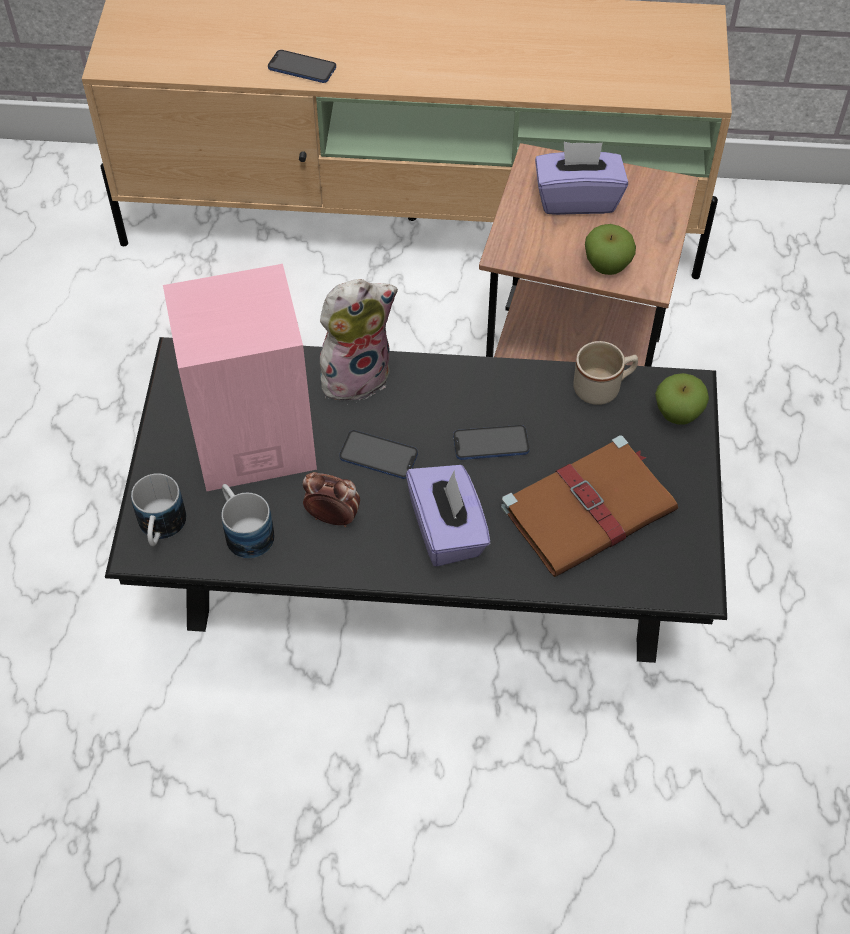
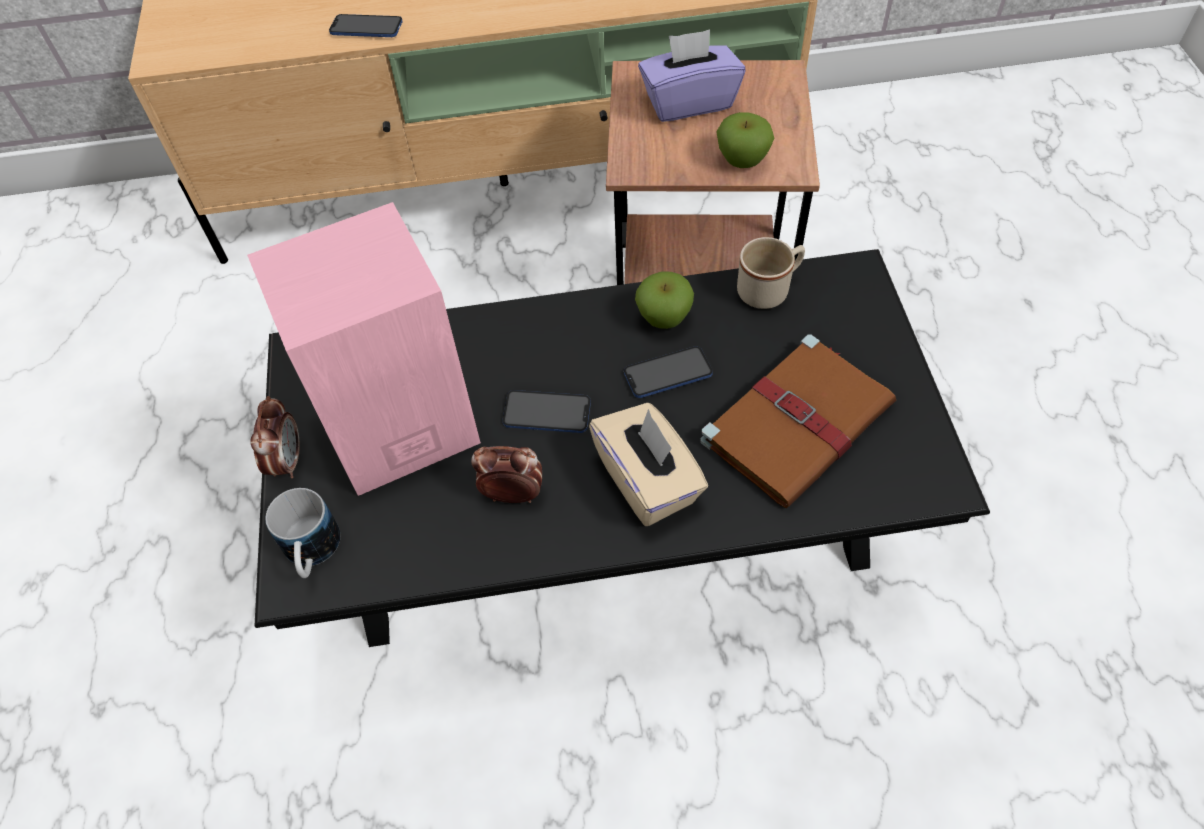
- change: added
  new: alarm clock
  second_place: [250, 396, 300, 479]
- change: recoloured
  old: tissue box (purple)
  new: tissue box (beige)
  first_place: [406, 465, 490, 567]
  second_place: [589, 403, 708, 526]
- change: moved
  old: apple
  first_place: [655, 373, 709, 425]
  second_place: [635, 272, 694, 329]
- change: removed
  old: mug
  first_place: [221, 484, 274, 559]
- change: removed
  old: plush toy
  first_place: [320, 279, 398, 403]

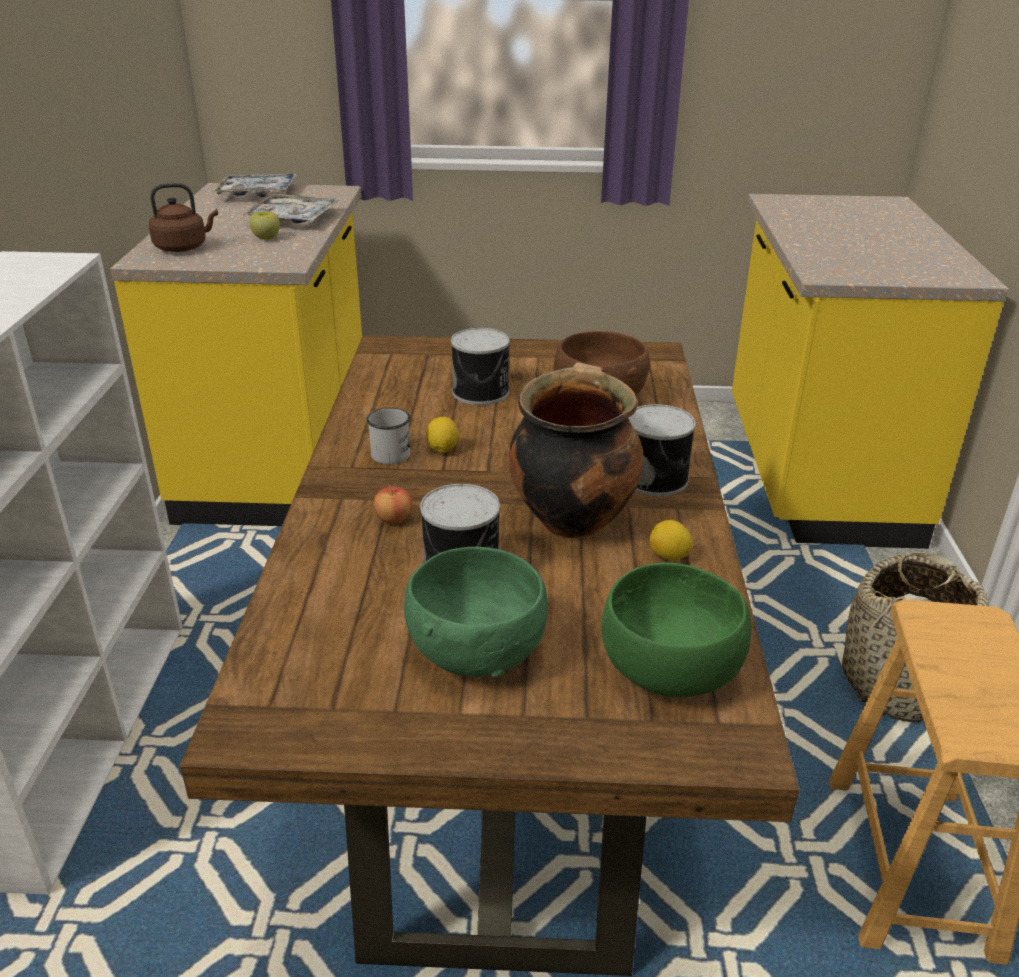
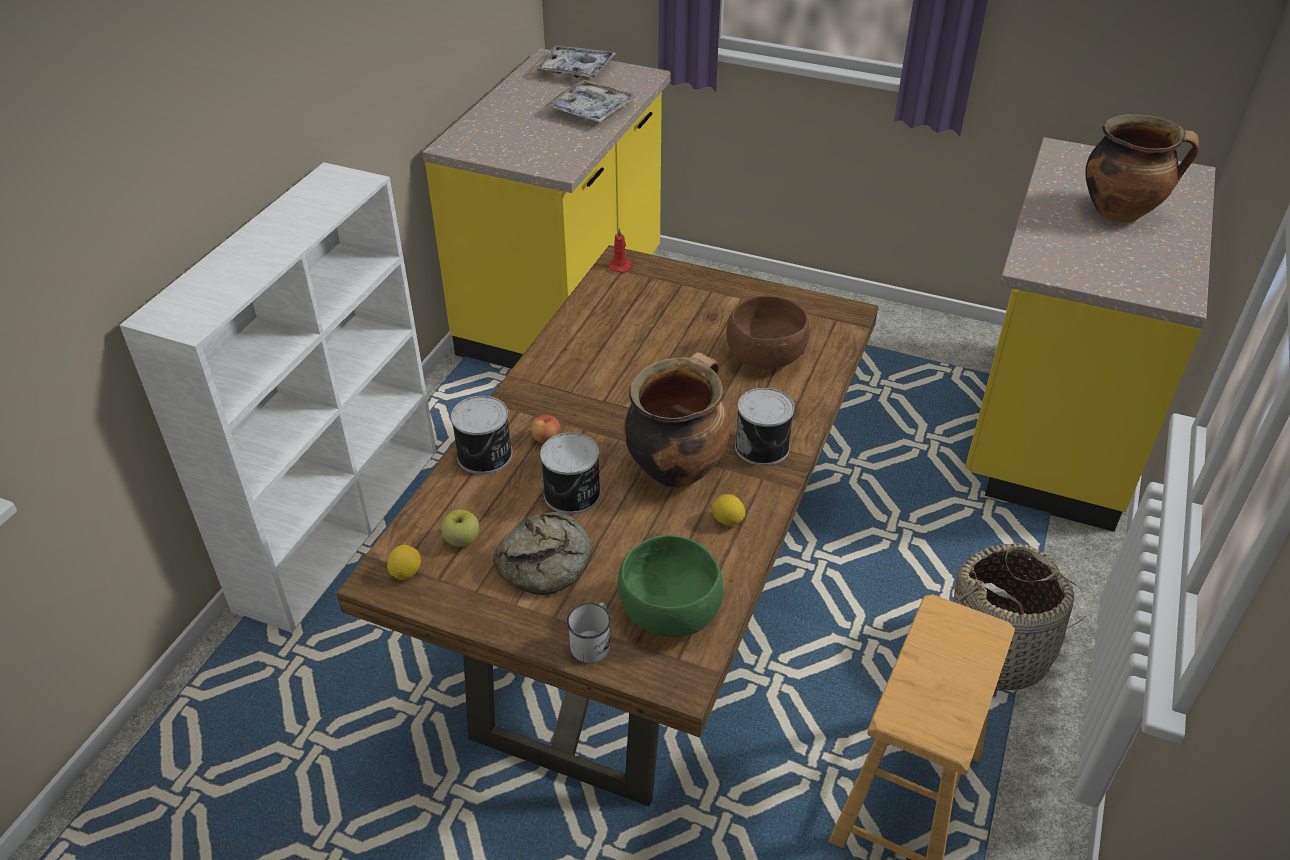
- change: moved
  old: lemon
  first_place: [426, 417, 459, 453]
  second_place: [387, 545, 421, 580]
- change: moved
  old: apple
  first_place: [250, 211, 280, 240]
  second_place: [441, 509, 479, 547]
- change: moved
  old: can
  first_place: [451, 328, 510, 405]
  second_place: [451, 396, 512, 474]
- change: replaced
  old: bowl (green)
  new: bread
  first_place: [404, 547, 548, 678]
  second_place: [493, 512, 592, 595]
- change: moved
  old: mug (white)
  first_place: [366, 408, 410, 464]
  second_place: [567, 602, 611, 663]
- change: added
  new: candle (red)
  second_place: [608, 228, 631, 273]
- change: added
  new: cooking pot
  second_place: [1085, 114, 1199, 223]
- change: removed
  old: kettle (brown)
  first_place: [149, 183, 218, 252]

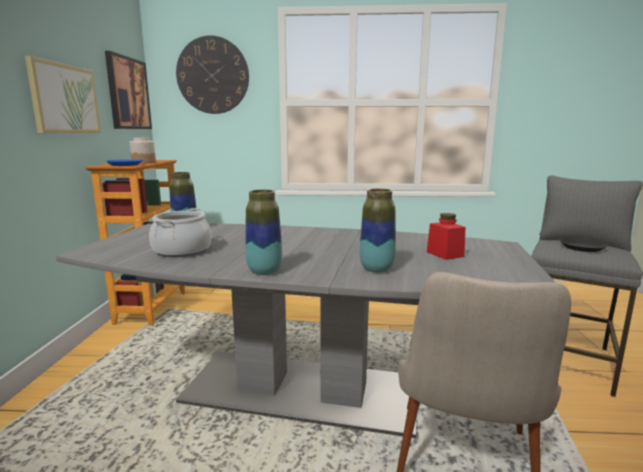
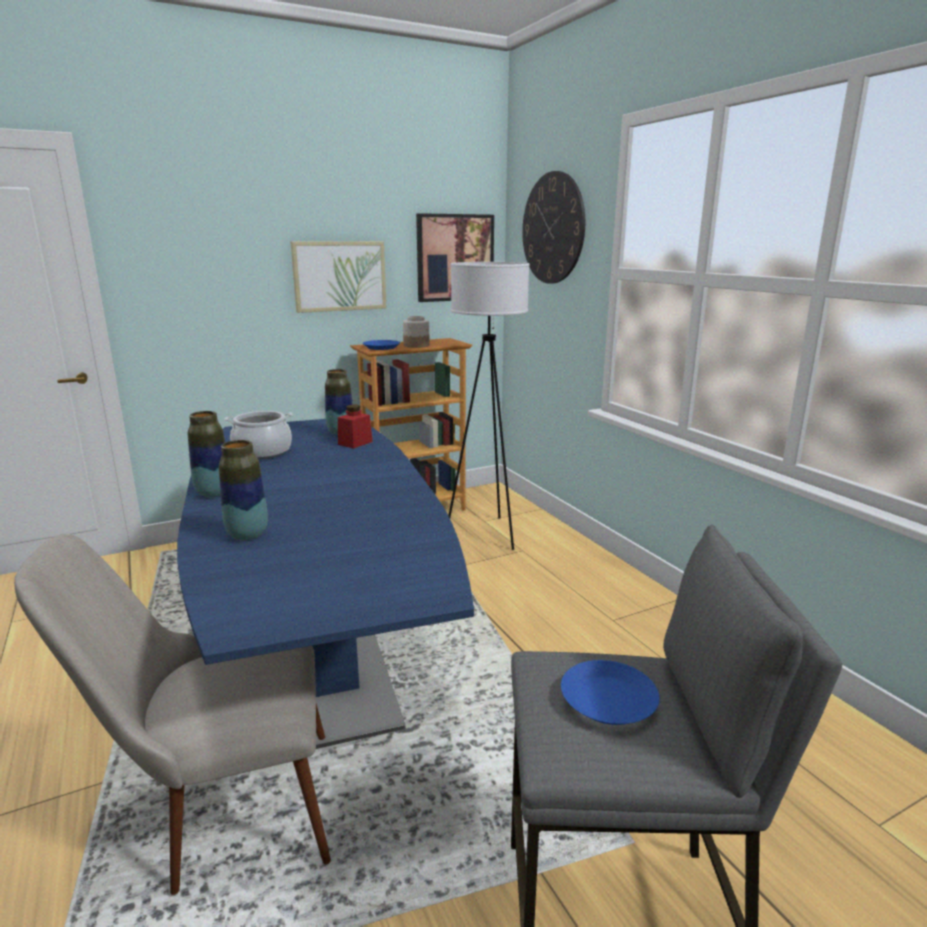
- change: recoloured
  old: dining table (grey)
  new: dining table (blue)
  first_place: [56, 224, 556, 438]
  second_place: [177, 419, 474, 749]
- change: moved
  old: jar (red)
  first_place: [427, 213, 465, 260]
  second_place: [338, 404, 373, 448]
- change: added
  new: floor lamp (white)
  second_place: [448, 262, 530, 550]
- change: recoloured
  old: plate (black)
  new: plate (blue)
  first_place: [559, 237, 608, 252]
  second_place: [561, 660, 659, 725]

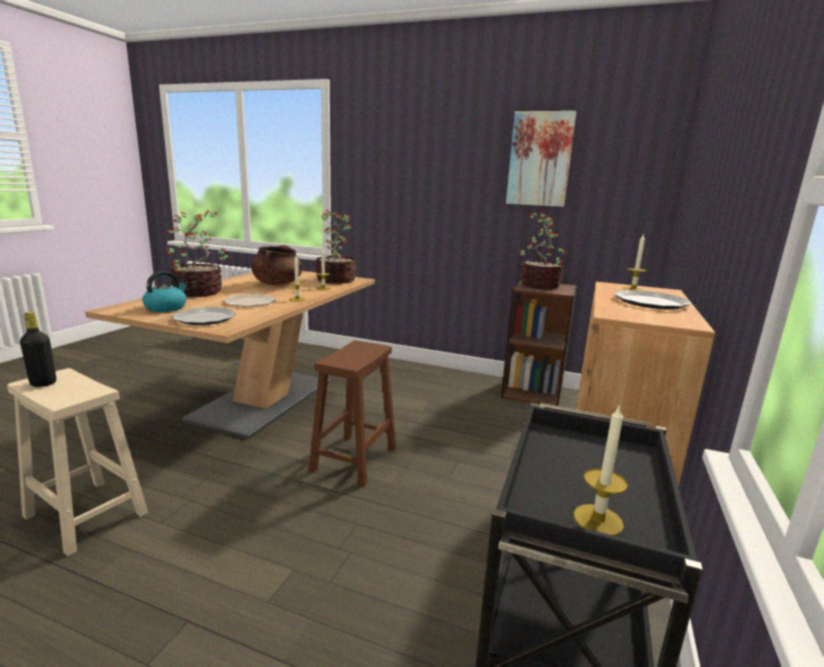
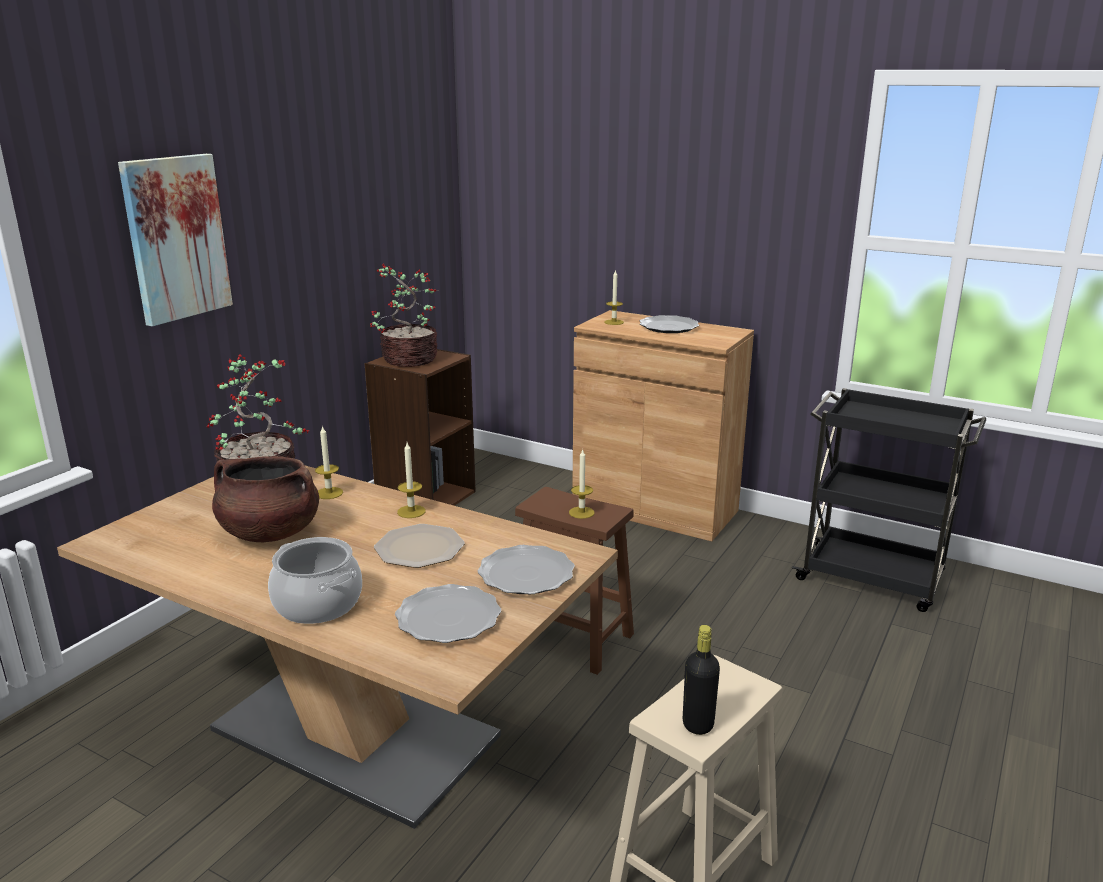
- change: moved
  old: picture
  first_place: [506, 111, 576, 207]
  second_place: [118, 154, 233, 326]
- change: replaced
  old: potted plant
  new: cooking pot
  first_place: [166, 210, 231, 297]
  second_place: [268, 537, 362, 624]
- change: replaced
  old: kettle
  new: plate
  first_place: [142, 271, 188, 312]
  second_place: [395, 584, 501, 643]
- change: moved
  old: candle
  first_place: [573, 404, 628, 536]
  second_place: [569, 450, 595, 519]

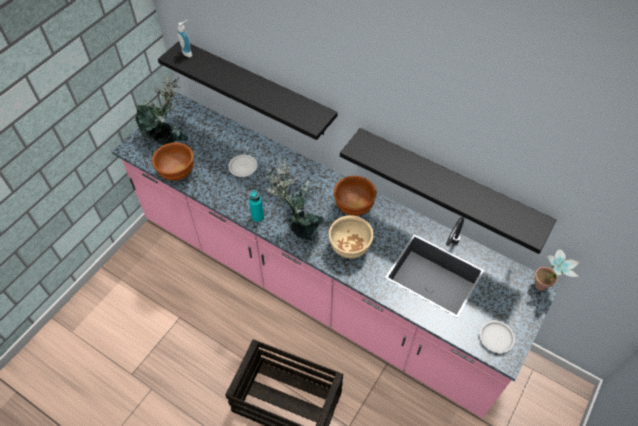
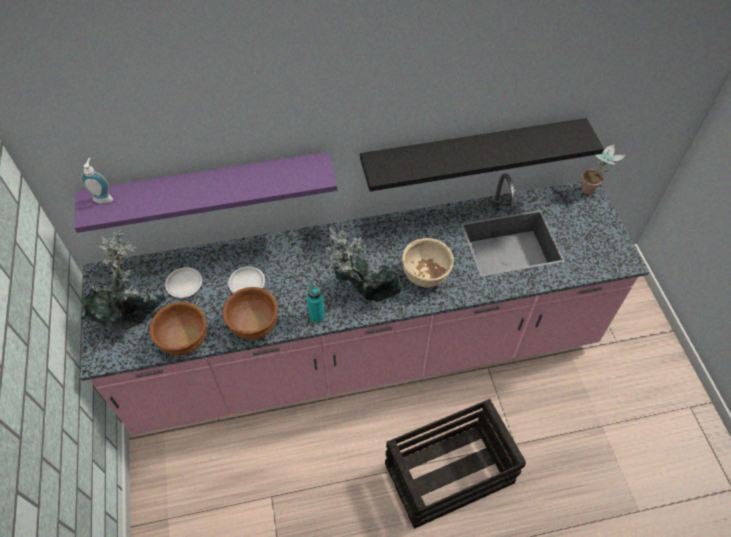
- change: recoloured
  old: shelf (black)
  new: shelf (purple)
  first_place: [158, 41, 338, 140]
  second_place: [74, 152, 337, 233]
- change: moved
  old: plate (white)
  first_place: [480, 321, 515, 353]
  second_place: [165, 267, 202, 298]
- change: moved
  old: bowl (brown)
  first_place: [334, 176, 377, 216]
  second_place: [223, 287, 278, 339]

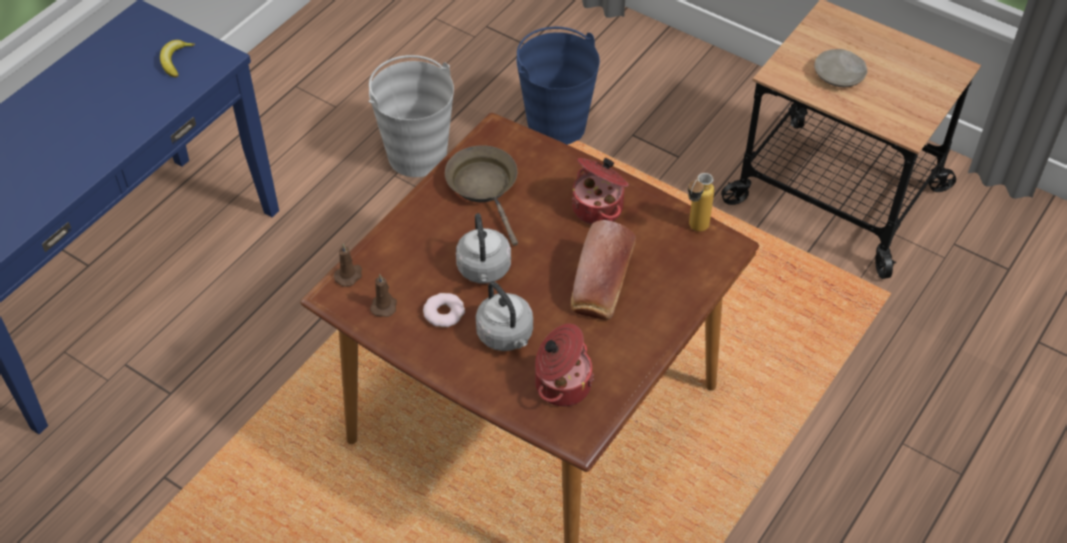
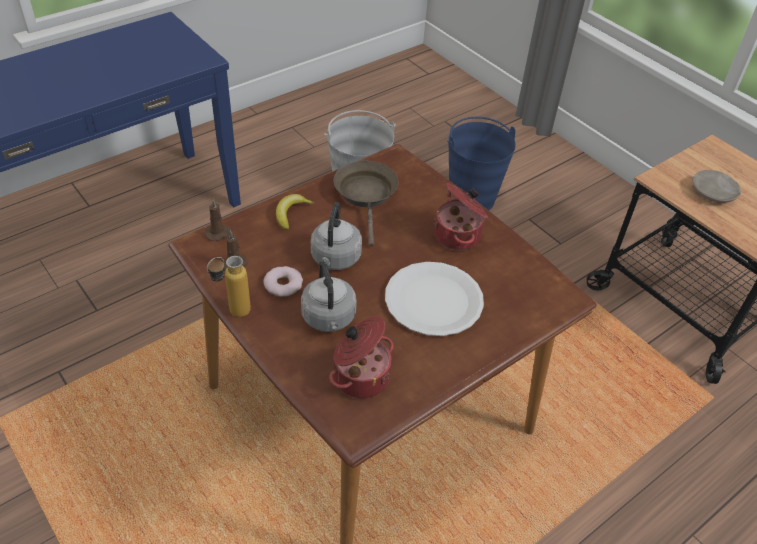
- change: moved
  old: bottle
  first_place: [688, 173, 714, 232]
  second_place: [207, 256, 251, 317]
- change: moved
  old: banana
  first_place: [160, 40, 195, 78]
  second_place: [276, 194, 314, 230]
- change: replaced
  old: bread
  new: plate (white)
  first_place: [571, 220, 636, 320]
  second_place: [385, 262, 484, 336]

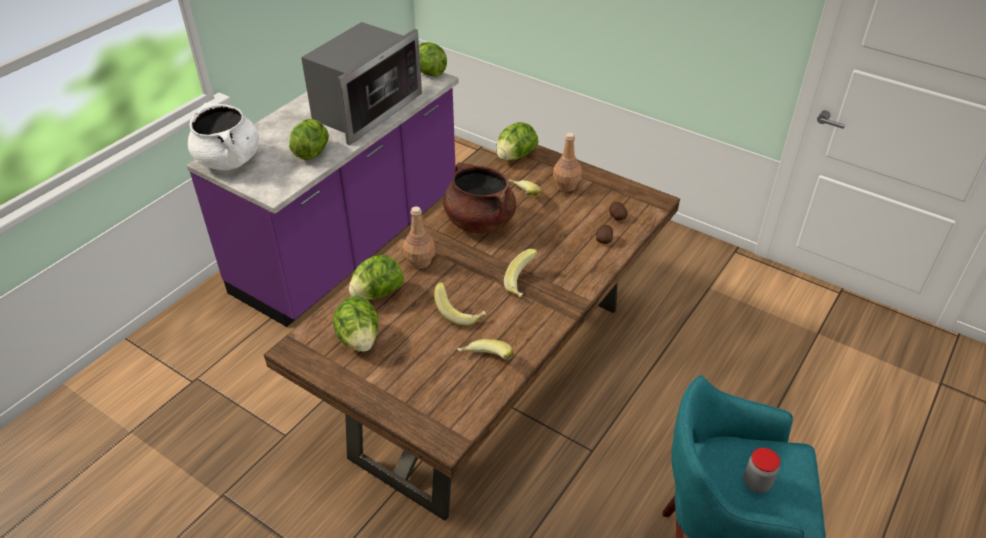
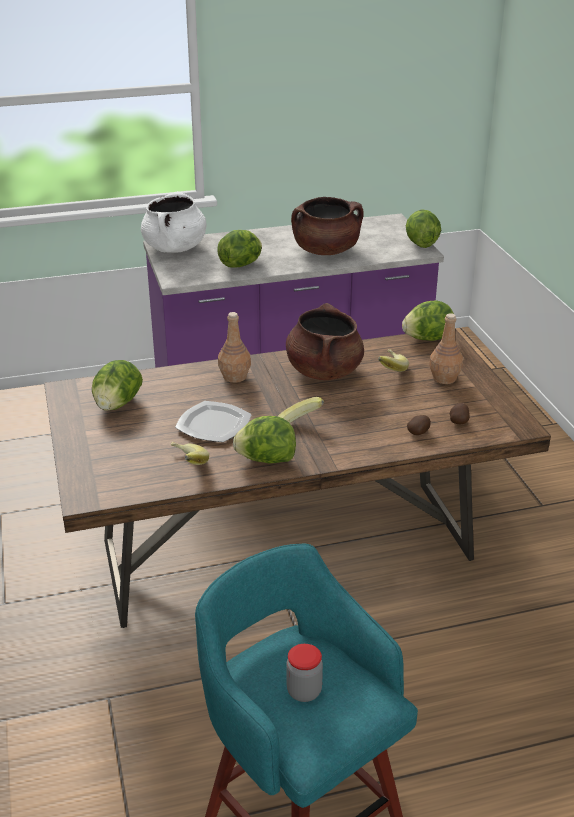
- change: replaced
  old: banana
  new: plate
  first_place: [434, 282, 486, 327]
  second_place: [175, 401, 252, 442]
- change: moved
  old: lettuce
  first_place: [349, 255, 404, 300]
  second_place: [233, 416, 296, 464]
- change: replaced
  old: microwave
  new: cooking pot (brown)
  first_place: [301, 22, 422, 145]
  second_place: [291, 197, 364, 255]

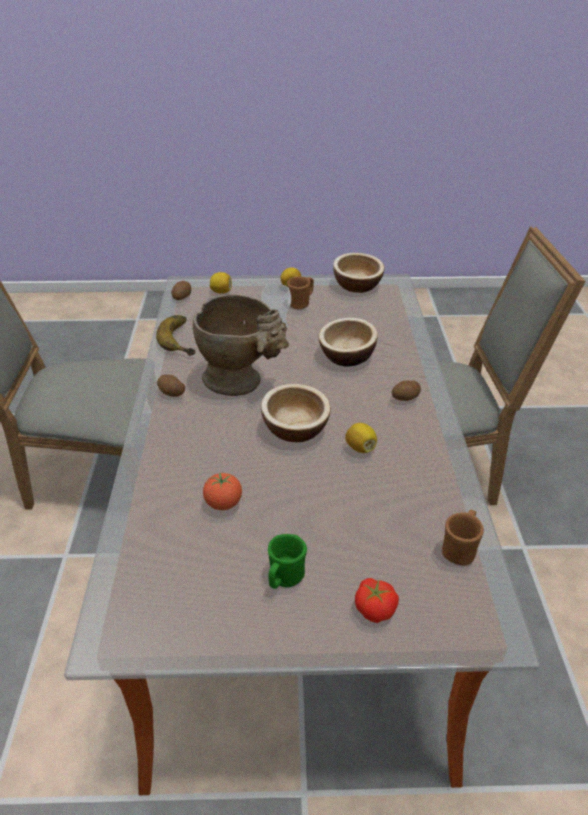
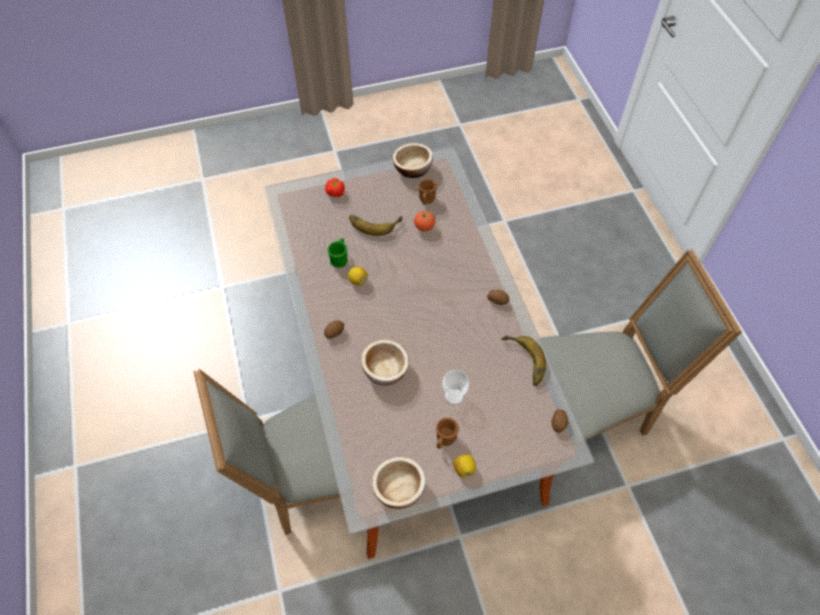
- change: moved
  old: mug (green)
  first_place: [268, 534, 307, 589]
  second_place: [327, 238, 347, 268]
- change: added
  new: banana
  second_place: [349, 215, 403, 236]
- change: moved
  old: bowl
  first_place: [261, 384, 331, 442]
  second_place: [393, 143, 433, 178]
- change: moved
  old: mug (brown)
  first_place: [442, 510, 484, 566]
  second_place: [419, 179, 437, 205]
- change: removed
  old: vase (beige)
  first_place: [193, 295, 289, 396]
- change: removed
  old: lemon
  first_place: [210, 272, 232, 294]

